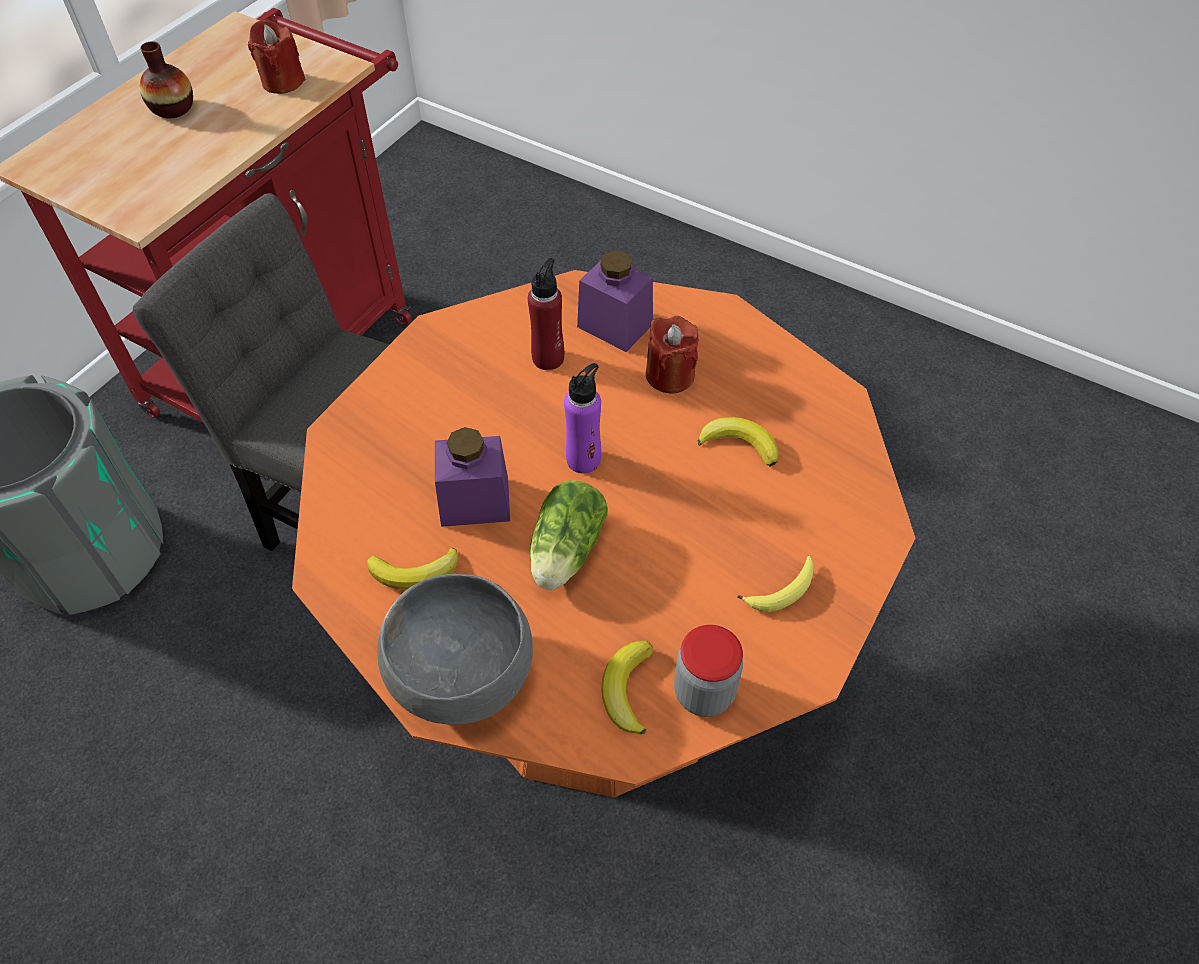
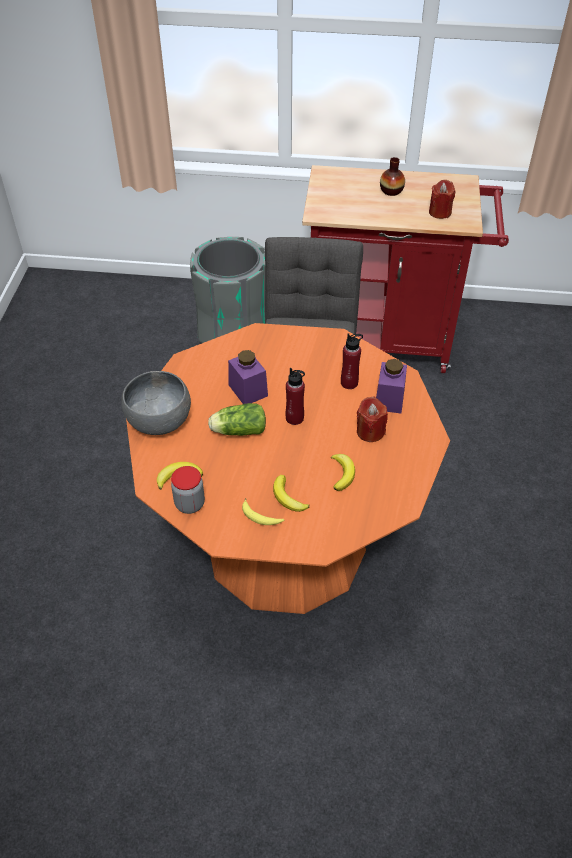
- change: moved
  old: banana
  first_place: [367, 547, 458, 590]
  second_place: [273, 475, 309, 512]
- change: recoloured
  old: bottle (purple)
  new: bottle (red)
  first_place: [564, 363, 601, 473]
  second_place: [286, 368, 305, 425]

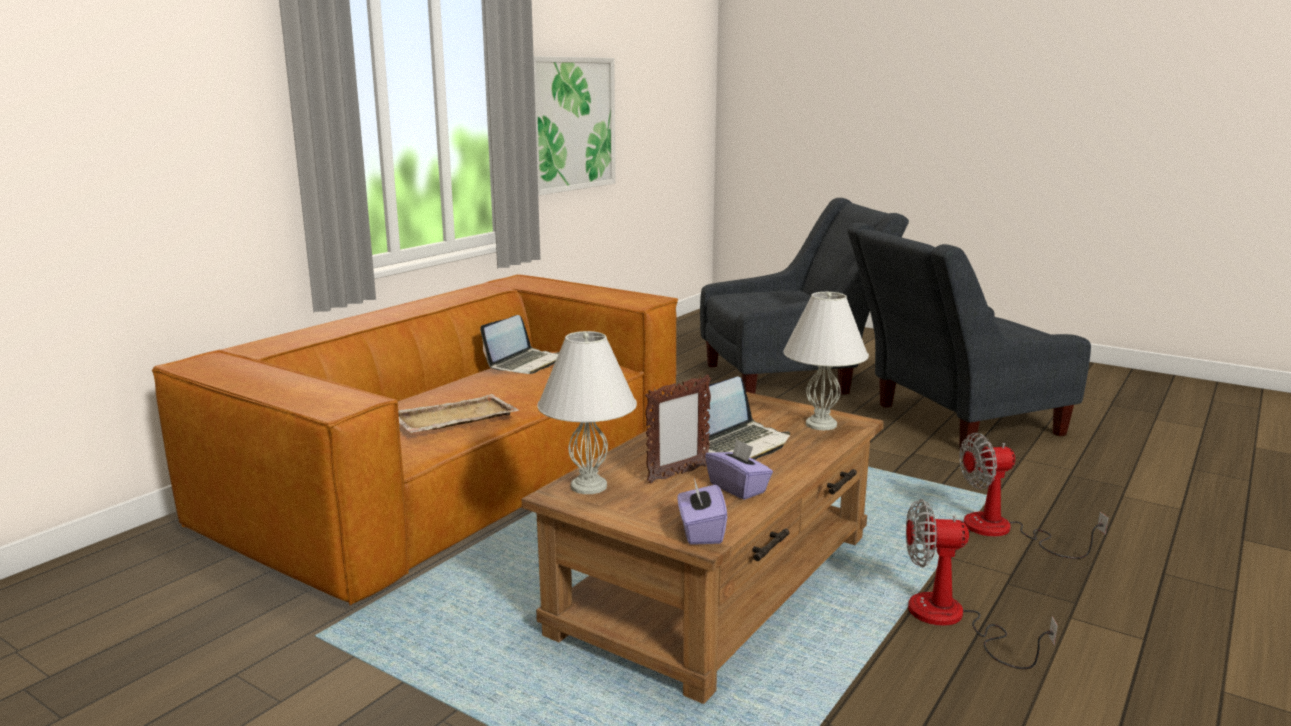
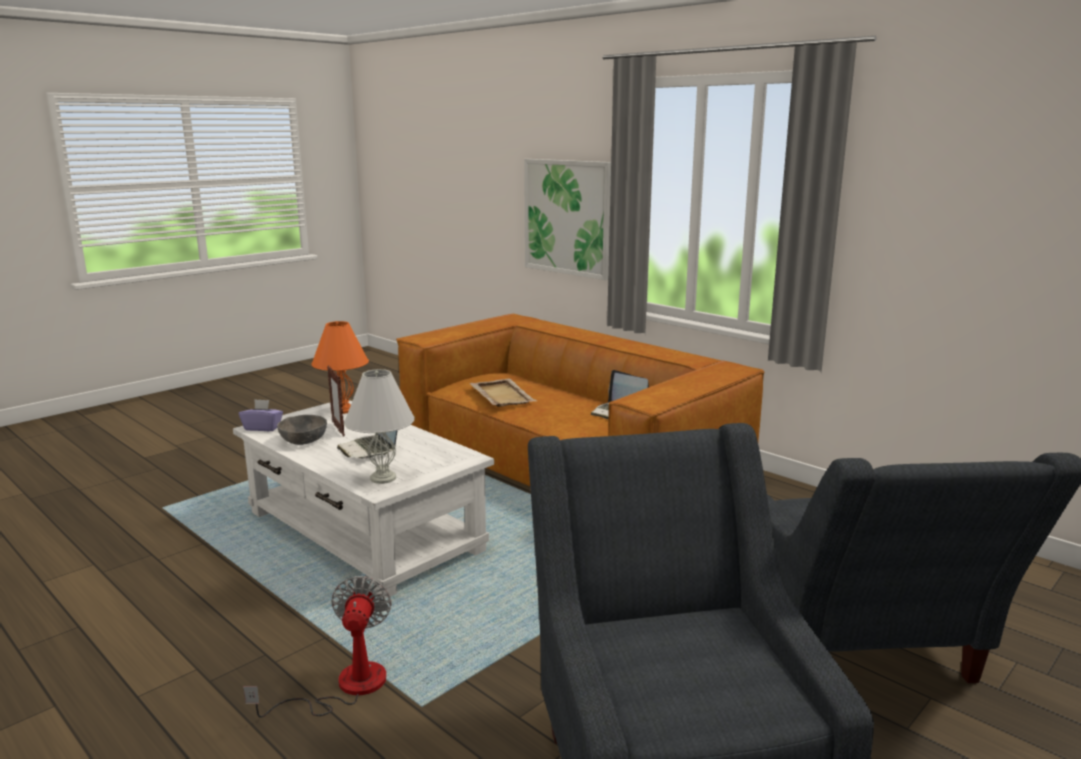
- change: recoloured
  old: coffee table (brown)
  new: coffee table (white)
  first_place: [522, 392, 884, 704]
  second_place: [233, 400, 494, 599]
- change: replaced
  old: tissue box (purple)
  new: bowl (grey)
  first_place: [705, 439, 773, 500]
  second_place: [277, 415, 327, 445]
- change: recoloured
  old: table lamp (white)
  new: table lamp (orange)
  first_place: [537, 331, 637, 494]
  second_place: [311, 321, 369, 414]
- change: moved
  old: picture
  first_place: [534, 56, 616, 196]
  second_place: [524, 159, 611, 280]
- change: removed
  old: fan
  first_place: [906, 499, 1058, 669]

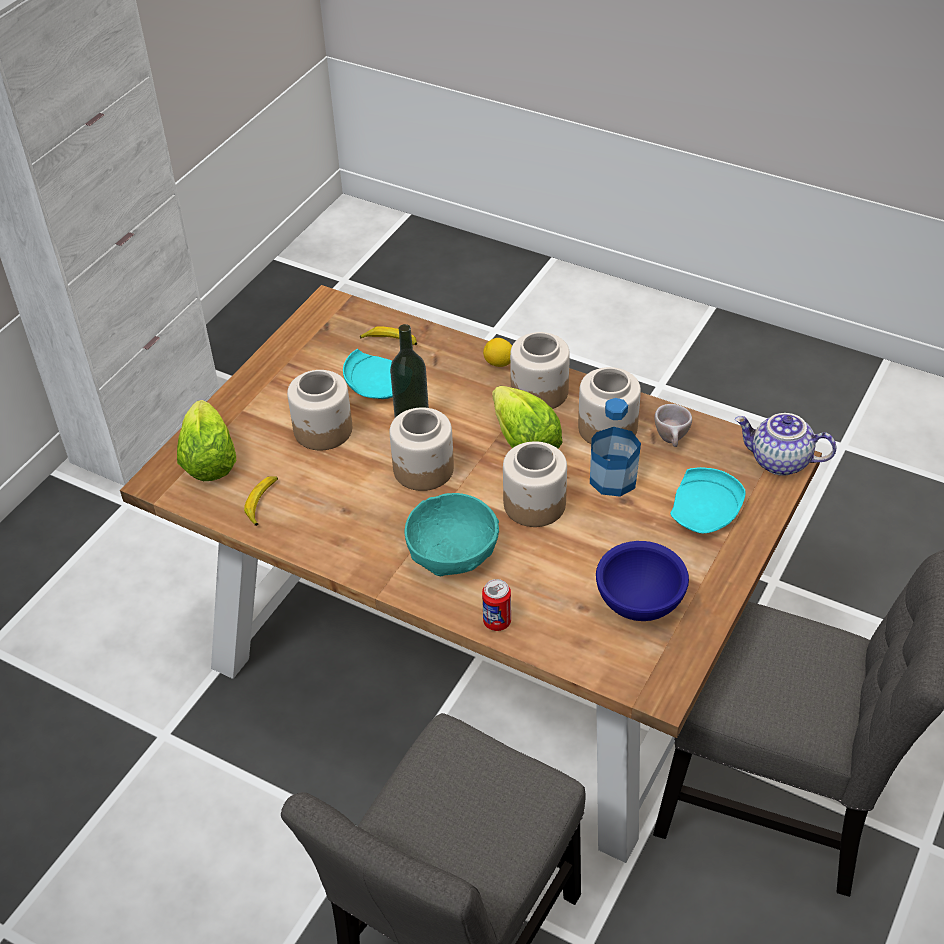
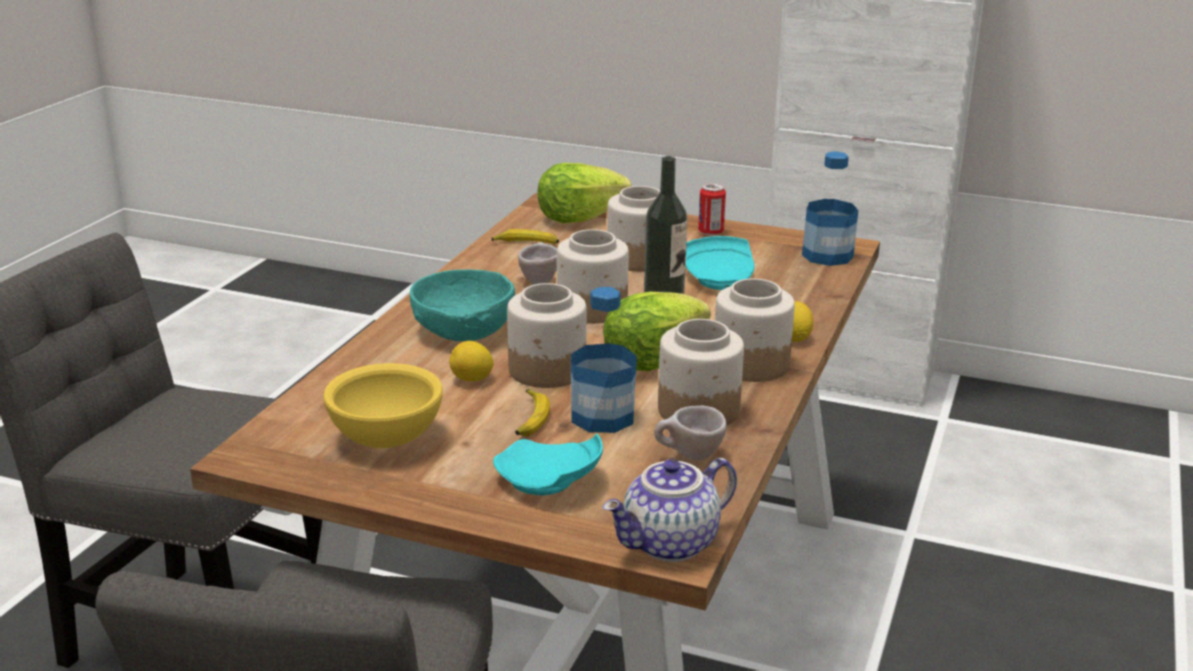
- change: recoloured
  old: bowl (blue)
  new: bowl (yellow)
  first_place: [596, 541, 689, 621]
  second_place: [323, 363, 443, 448]
- change: added
  new: lemon
  second_place: [449, 341, 494, 381]
- change: moved
  old: banana
  first_place: [360, 326, 417, 345]
  second_place: [515, 389, 550, 436]
- change: added
  new: cup (beige)
  second_place: [518, 242, 557, 285]
- change: turned
  old: teapot
  first_place: [735, 413, 836, 476]
  second_place: [603, 458, 737, 562]
  degrees: -135
- change: moved
  old: can
  first_place: [482, 579, 511, 631]
  second_place: [698, 183, 726, 235]
- change: added
  new: bottle
  second_place: [802, 151, 858, 266]

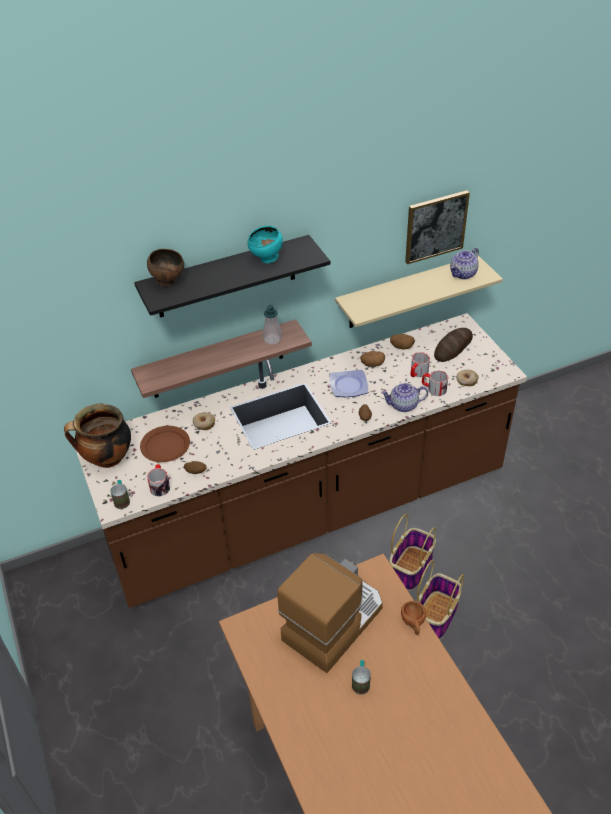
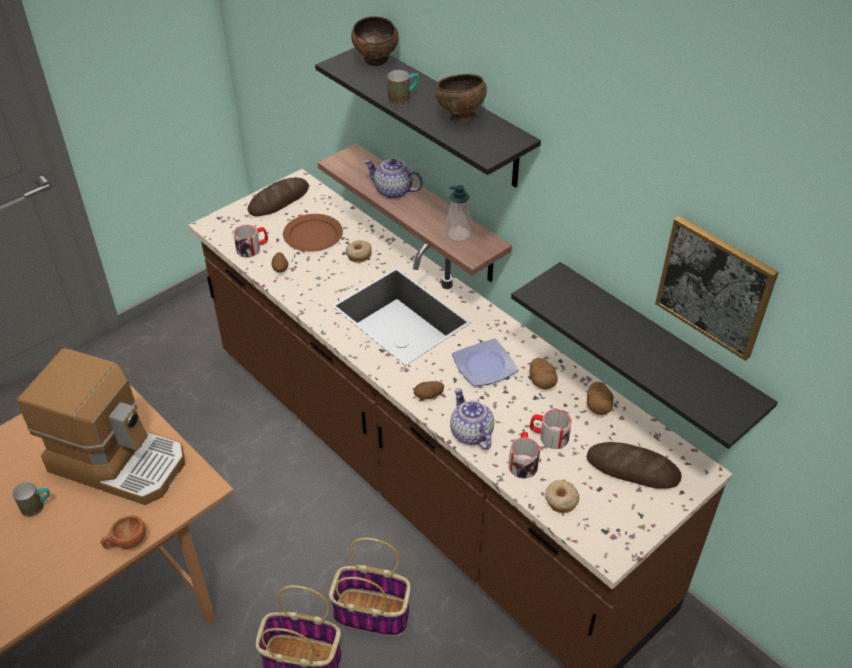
- change: replaced
  old: cooking pot
  new: bread
  first_place: [64, 404, 131, 468]
  second_place: [248, 178, 309, 216]
- change: moved
  old: teapot
  first_place: [450, 248, 479, 279]
  second_place: [364, 158, 423, 199]
- change: moved
  old: mug
  first_place: [110, 480, 130, 509]
  second_place: [387, 70, 419, 107]
- change: recoloured
  old: bowl (turquoise)
  new: bowl (brown)
  first_place: [247, 226, 283, 264]
  second_place: [435, 74, 487, 123]
- change: recoloured
  old: shelf (beige)
  new: shelf (black)
  first_place: [335, 255, 503, 328]
  second_place: [511, 262, 778, 449]

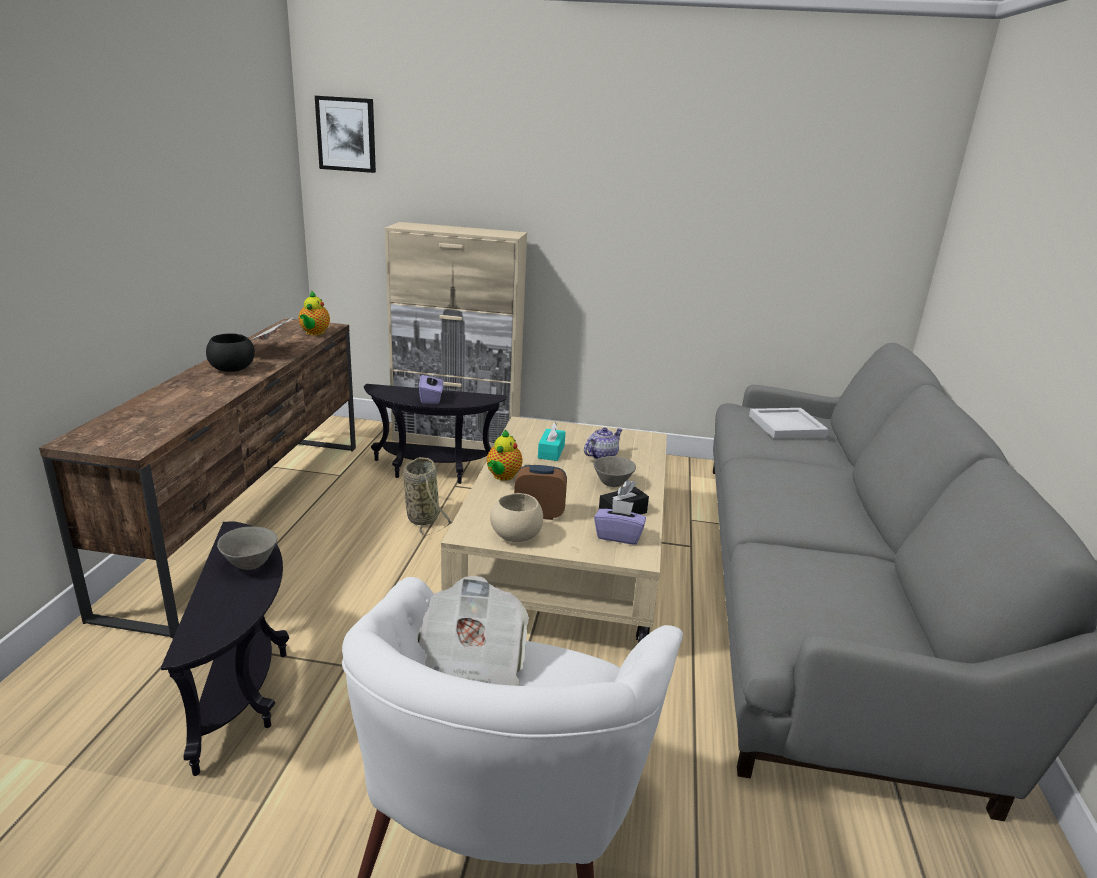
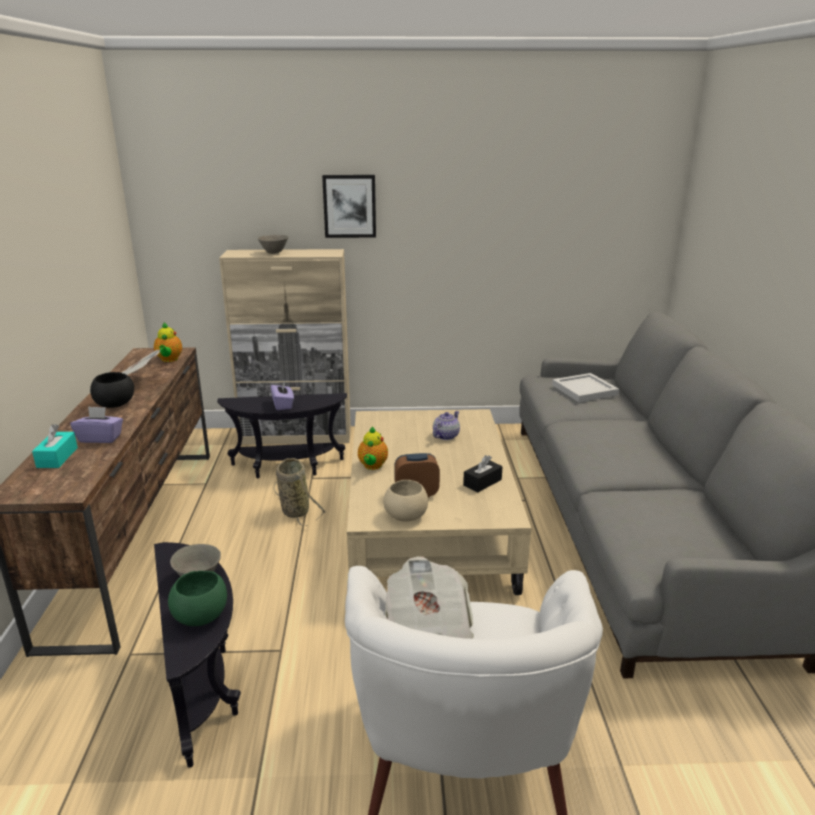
- change: moved
  old: tissue box (turquoise)
  first_place: [538, 422, 566, 461]
  second_place: [32, 424, 78, 468]
- change: moved
  old: tissue box (purple)
  first_place: [594, 499, 646, 545]
  second_place: [70, 406, 123, 443]
- change: added
  new: bowl (green)
  second_place: [168, 571, 227, 626]
- change: moved
  old: bowl (grey)
  first_place: [593, 456, 636, 487]
  second_place: [258, 235, 288, 254]
- change: moved
  old: picture
  first_place: [315, 96, 376, 173]
  second_place: [322, 175, 376, 238]

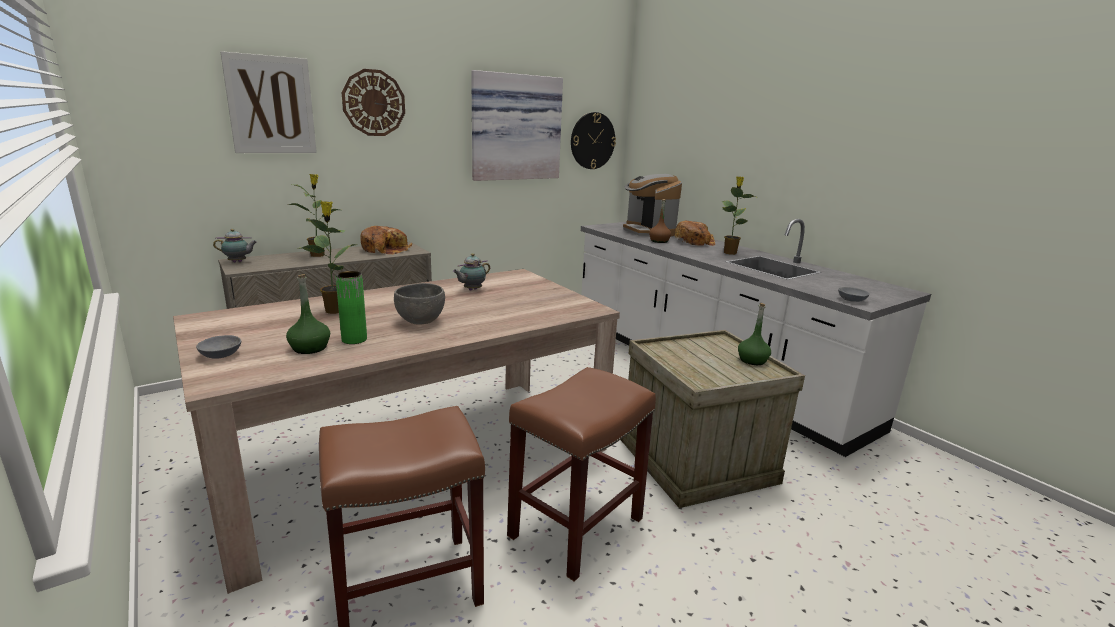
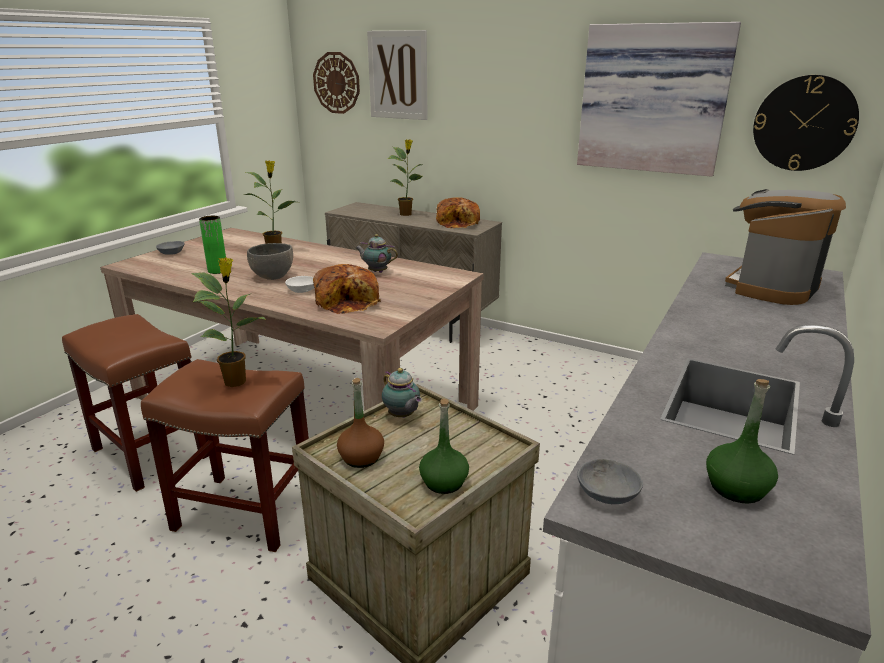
- change: moved
  old: potted plant
  first_place: [722, 176, 756, 255]
  second_place: [191, 257, 267, 387]
- change: added
  new: bowl (white)
  second_place: [285, 276, 314, 293]
- change: moved
  old: wall clock
  first_place: [342, 69, 405, 136]
  second_place: [313, 52, 360, 114]
- change: moved
  old: bread
  first_place: [675, 221, 715, 246]
  second_place: [313, 264, 381, 314]
- change: moved
  old: bottle (brown)
  first_place: [649, 199, 671, 243]
  second_place: [337, 378, 384, 468]
- change: moved
  old: teapot
  first_place: [213, 229, 257, 262]
  second_place: [382, 368, 422, 418]
- change: moved
  old: bottle (green)
  first_place: [286, 274, 330, 354]
  second_place: [706, 379, 778, 503]

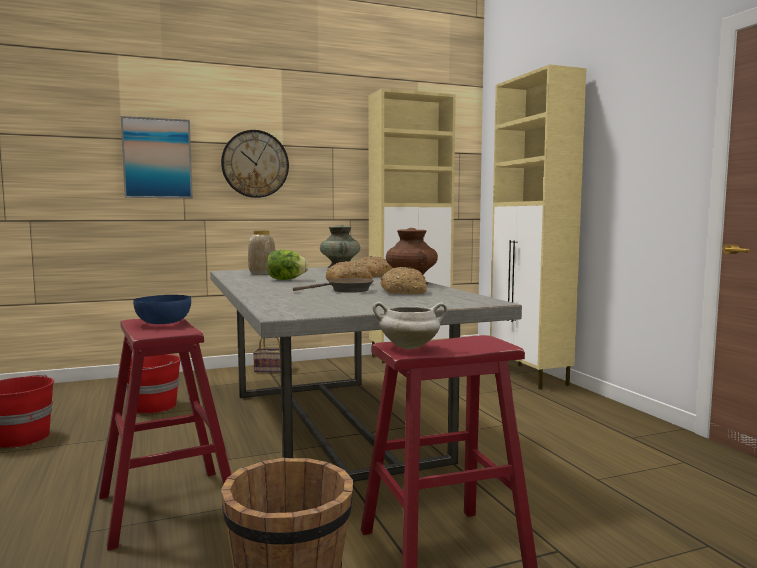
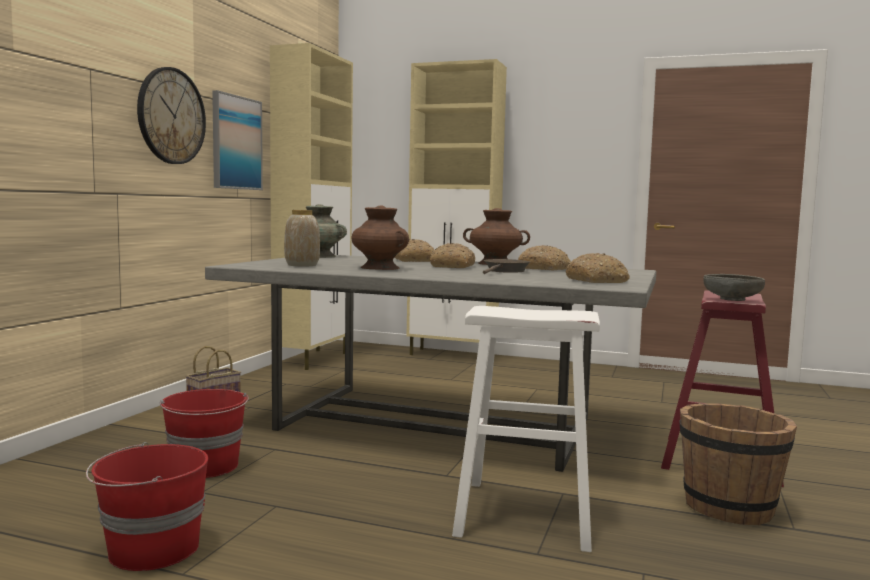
- change: moved
  old: picture
  first_place: [121, 116, 193, 198]
  second_place: [212, 90, 263, 190]
- change: replaced
  old: lettuce
  new: vase (brown)
  first_place: [267, 250, 309, 280]
  second_place: [351, 206, 409, 270]
- change: recoloured
  old: stool (red)
  new: stool (white)
  first_place: [99, 318, 232, 551]
  second_place: [452, 306, 600, 552]
- change: added
  new: bread
  second_place: [566, 253, 630, 283]
- change: replaced
  old: cooking pot (white)
  new: bowl (grey)
  first_place: [373, 302, 447, 349]
  second_place: [703, 274, 765, 301]
- change: removed
  old: bowl (blue)
  first_place: [133, 295, 191, 324]

